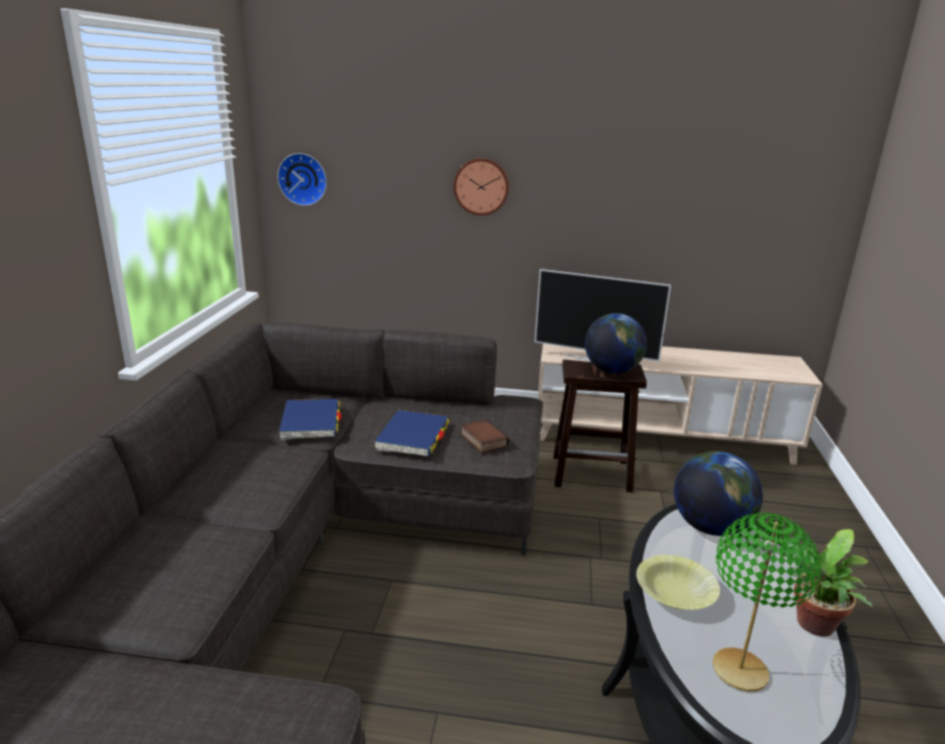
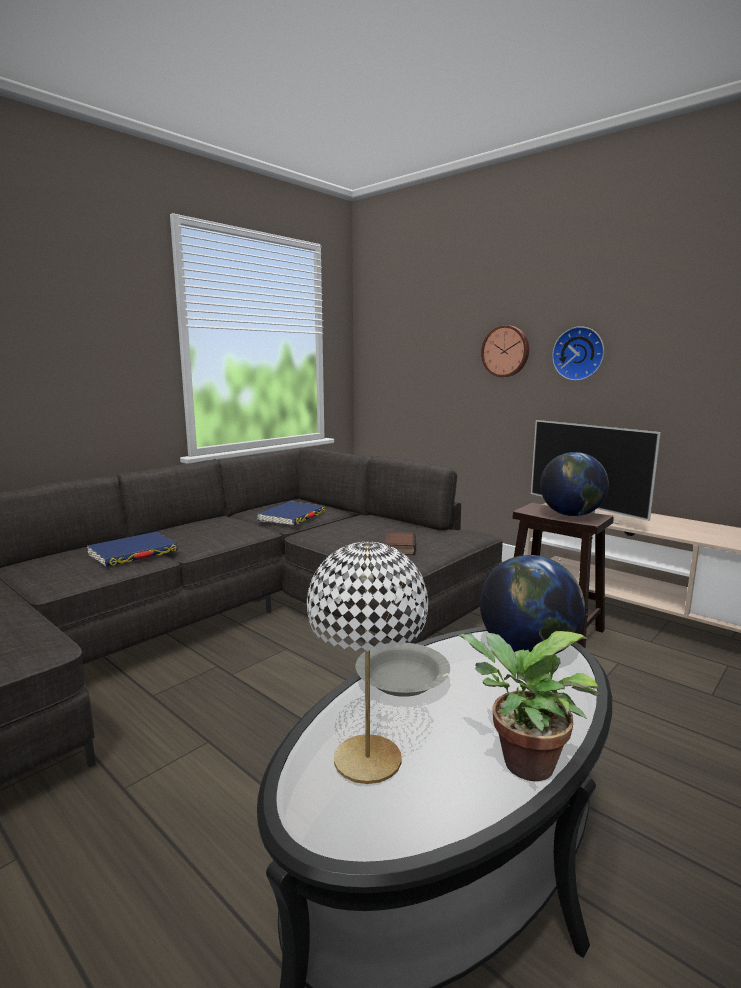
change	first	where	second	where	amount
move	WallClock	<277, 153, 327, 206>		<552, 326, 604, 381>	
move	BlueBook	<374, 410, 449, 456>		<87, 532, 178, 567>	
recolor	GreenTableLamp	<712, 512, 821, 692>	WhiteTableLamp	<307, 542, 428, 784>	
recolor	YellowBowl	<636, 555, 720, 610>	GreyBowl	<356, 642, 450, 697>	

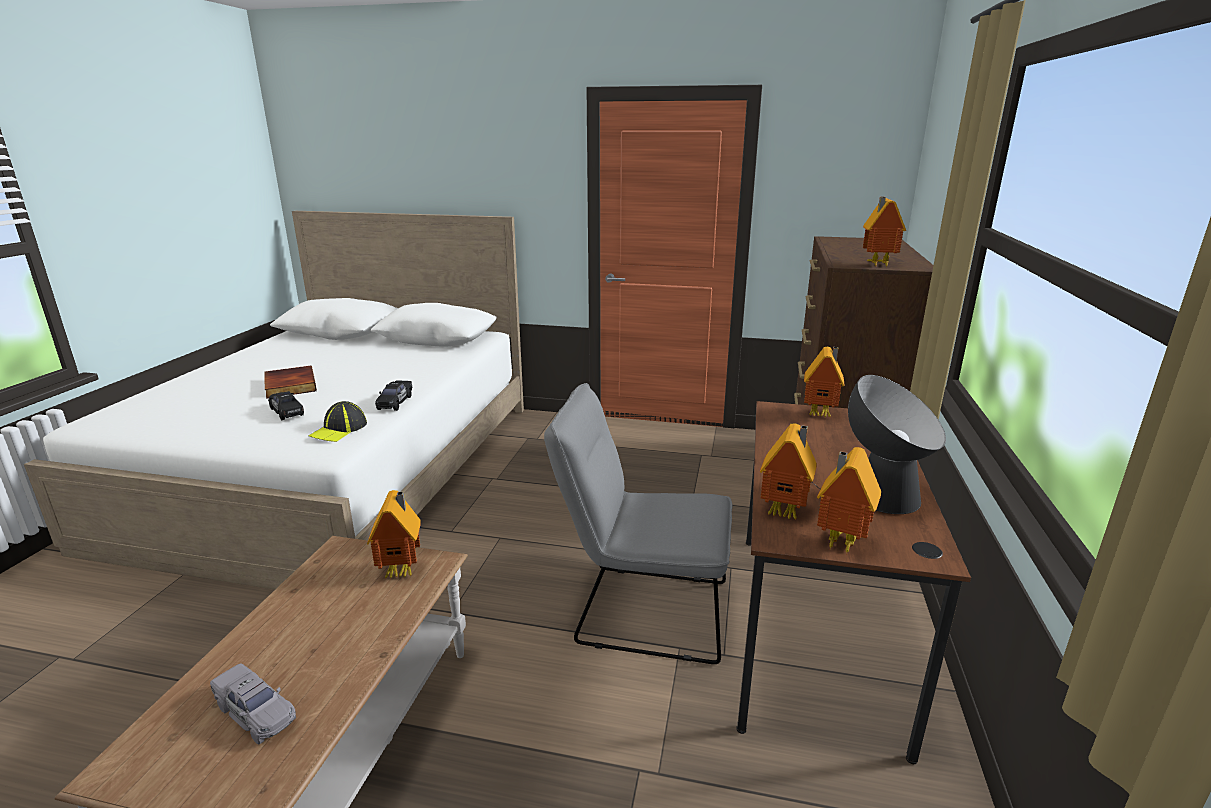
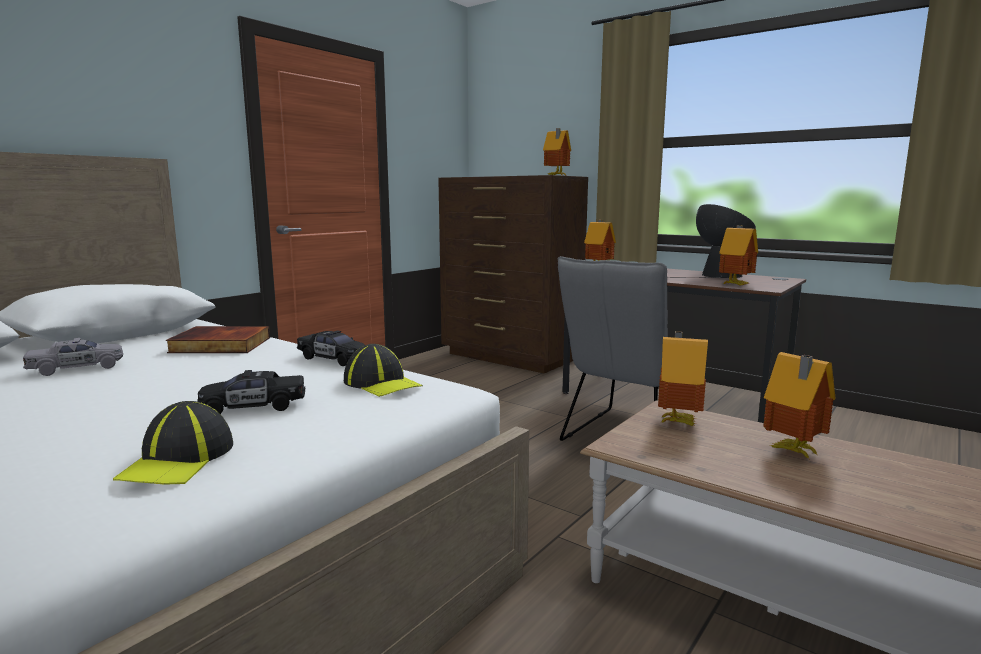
change	first	where	second	where	amount
move	Book	<264, 366, 317, 399>		<166, 326, 270, 353>	
move	ToyHouse	<817, 447, 881, 554>		<763, 352, 836, 458>	
move	GreyToyCar	<210, 664, 296, 745>		<23, 338, 123, 376>	
insert			Cap	<113, 401, 233, 485>	

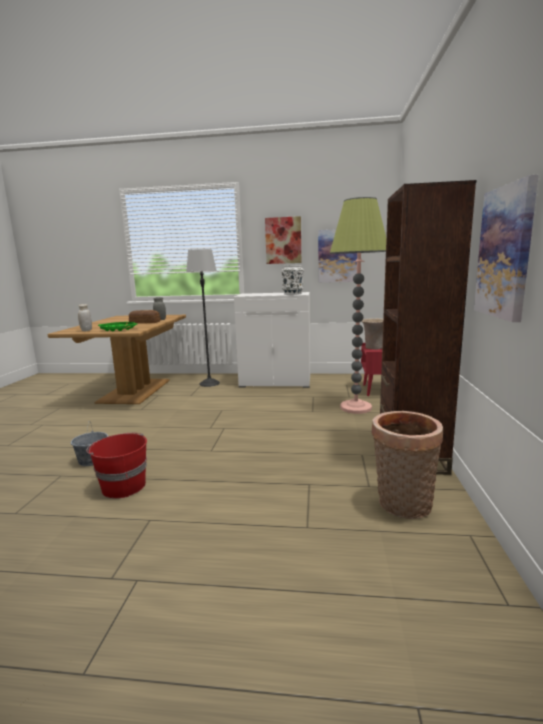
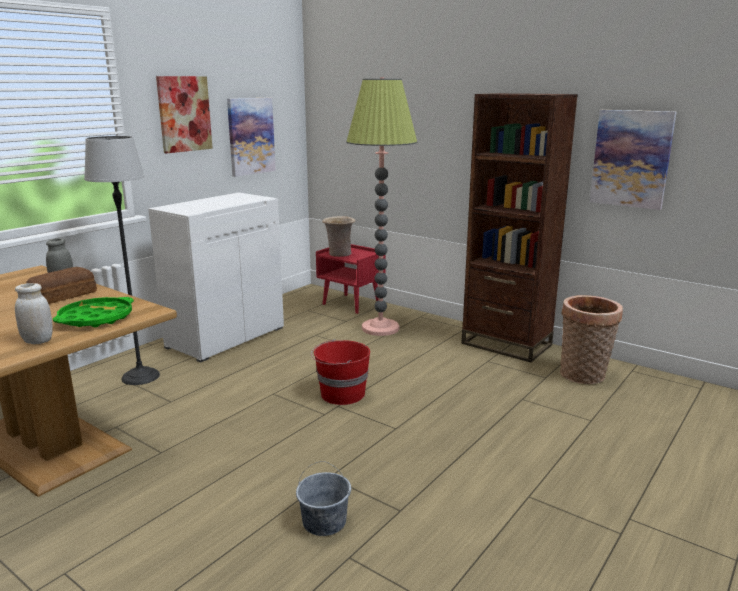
change	first	where	second	where	amount
delete	WhiteVase	<282, 265, 304, 295>			
move	RedBucket	<86, 433, 147, 498>		<311, 339, 370, 405>	

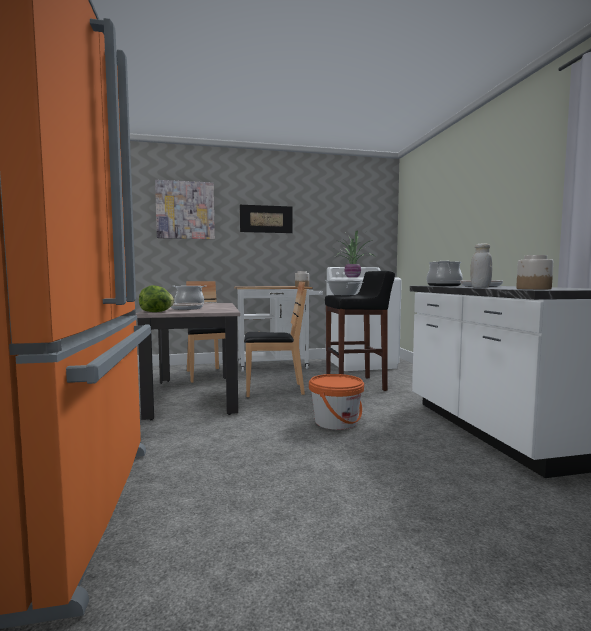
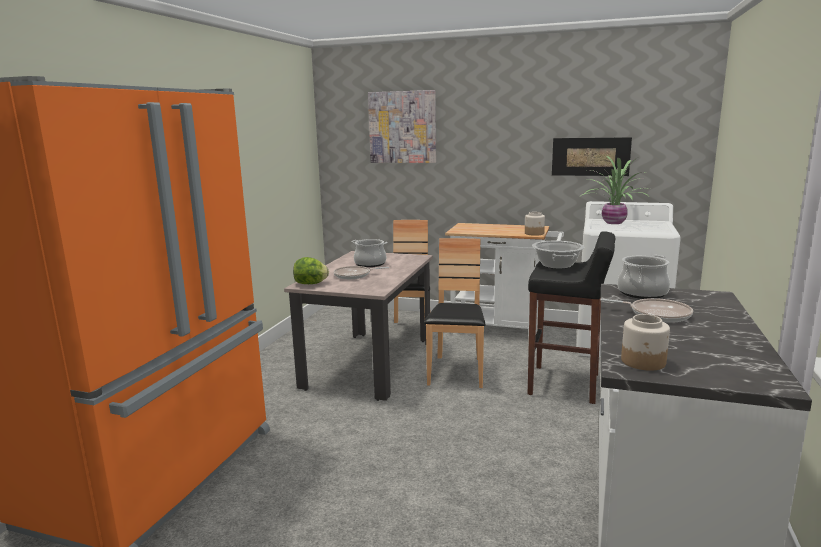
change	first	where	second	where	amount
move	Picture	<240, 205, 293, 233>		<552, 137, 632, 176>	
delete	WhiteJar	<470, 243, 492, 288>			
rotate	BrownChair	<244, 282, 307, 397>		<424, 238, 486, 388>	105 degrees counterclockwise
delete	OrangeBucket	<309, 374, 364, 430>			

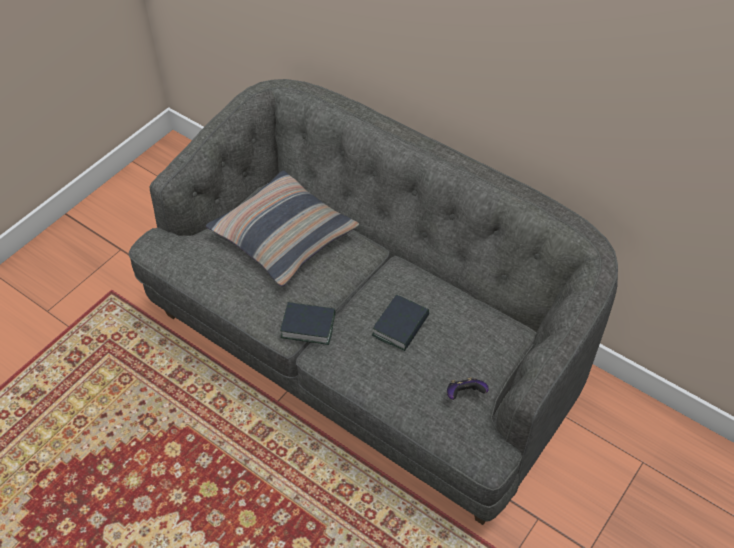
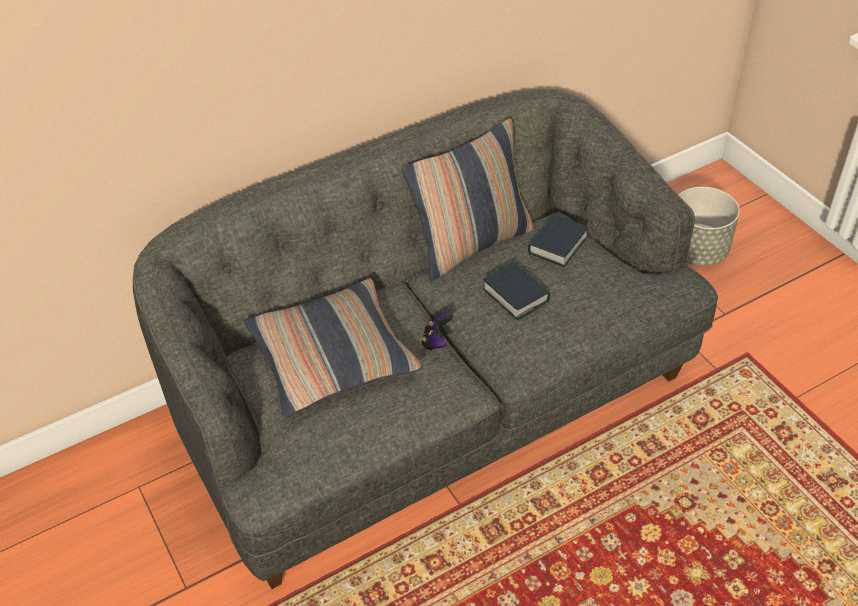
change	first	where	second	where	amount
move	Book	<280, 302, 335, 345>		<528, 214, 589, 267>	
move	GameController	<447, 377, 489, 400>		<421, 312, 453, 351>	
insert			Pillow	<402, 119, 534, 281>	
insert			GreyPlanter	<679, 187, 740, 266>	

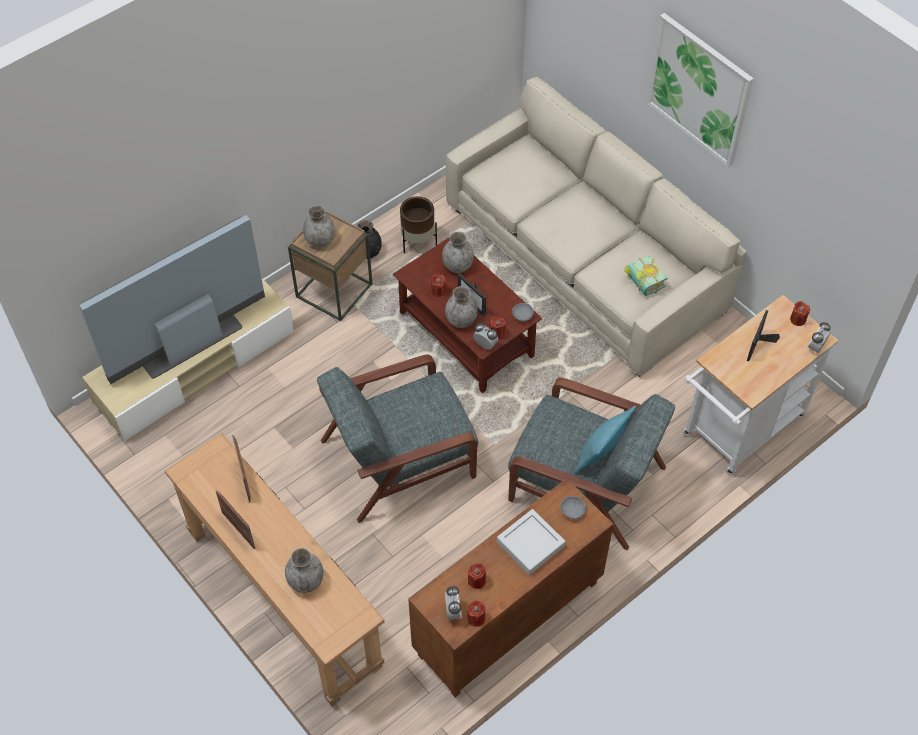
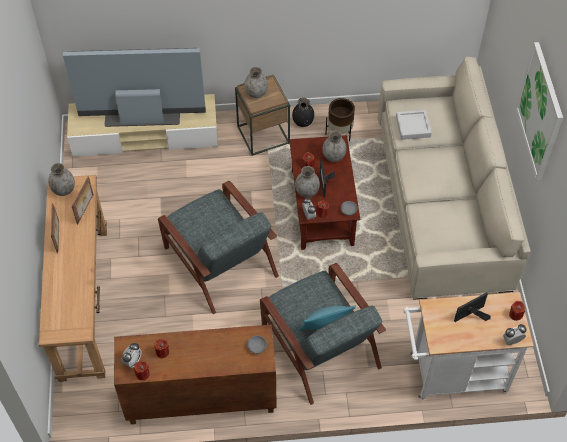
change	first	where	second	where	amount
delete	Book	<623, 255, 668, 296>			
rotate	GreyArmchair	<317, 355, 478, 523>		<158, 181, 279, 314>	135 degrees counterclockwise
move	GreyTray	<497, 509, 566, 575>		<396, 110, 432, 140>	
move	GreyVase	<285, 548, 324, 593>		<48, 163, 75, 196>	

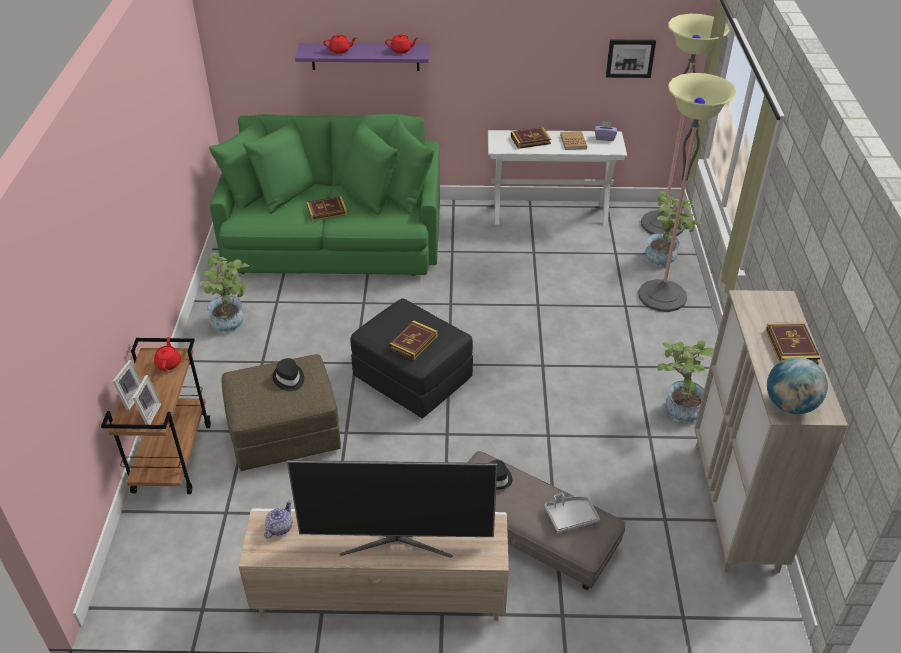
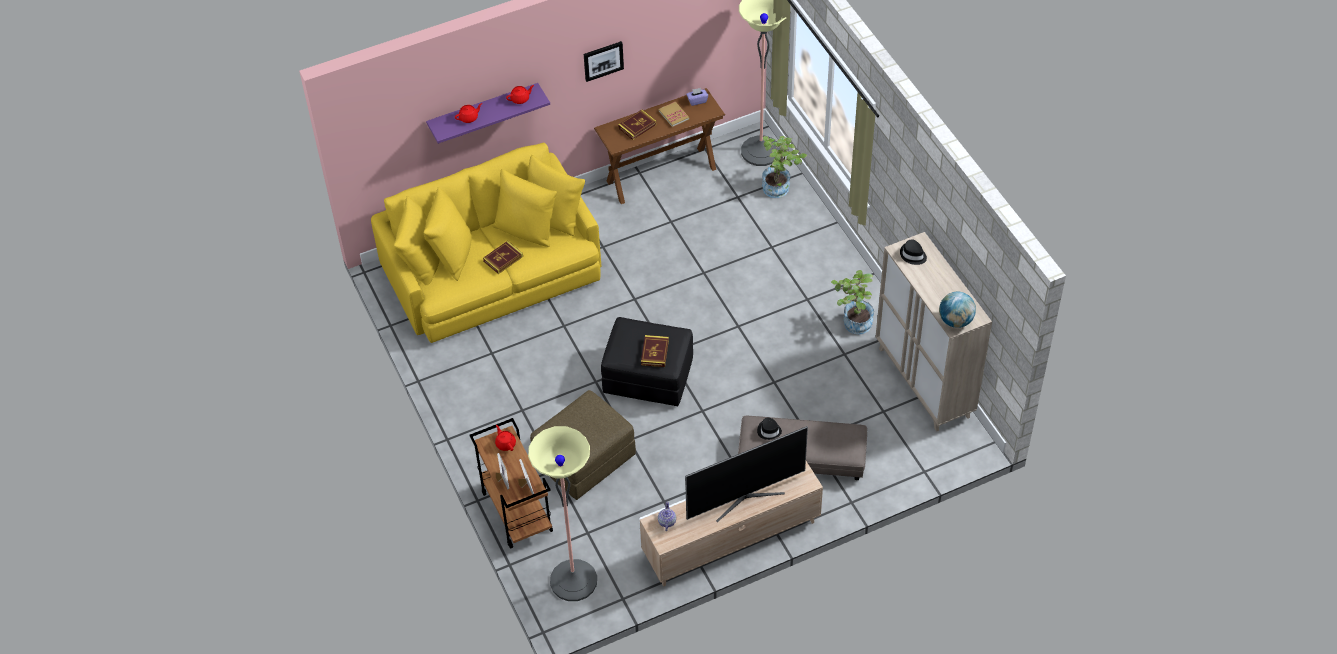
change	first	where	second	where	amount
move	Picture	<606, 40, 656, 78>		<584, 41, 624, 82>	
move	FloorLamp	<638, 73, 737, 312>		<528, 426, 597, 601>	
recolor	GreenSofa	<209, 114, 440, 276>	YellowSofa	<371, 143, 601, 343>	
recolor	WhiteConsoleTable	<488, 130, 627, 226>	BrownConsoleTable	<594, 88, 725, 204>	
delete	PottedPlant	<198, 252, 250, 334>			
delete	Book	<766, 322, 820, 365>			
move	BlackHat	<273, 358, 304, 391>		<900, 239, 927, 265>	
delete	GreyTray	<545, 493, 600, 533>			

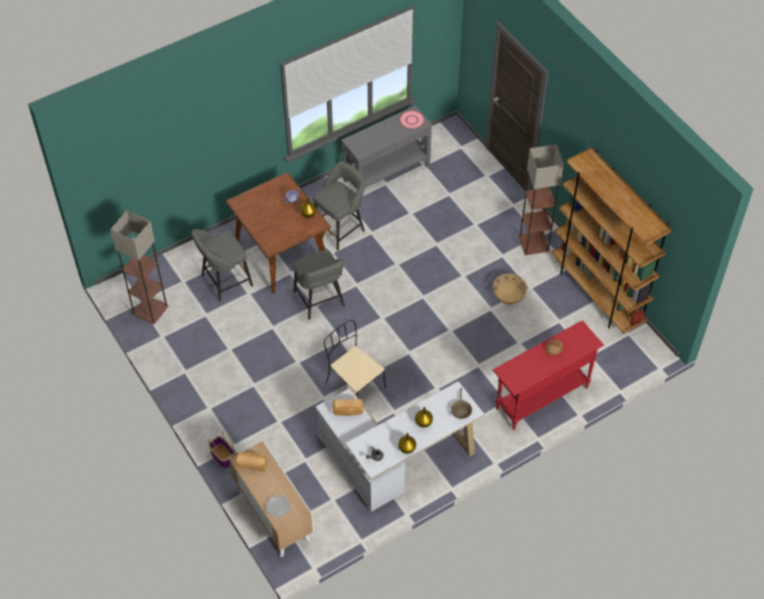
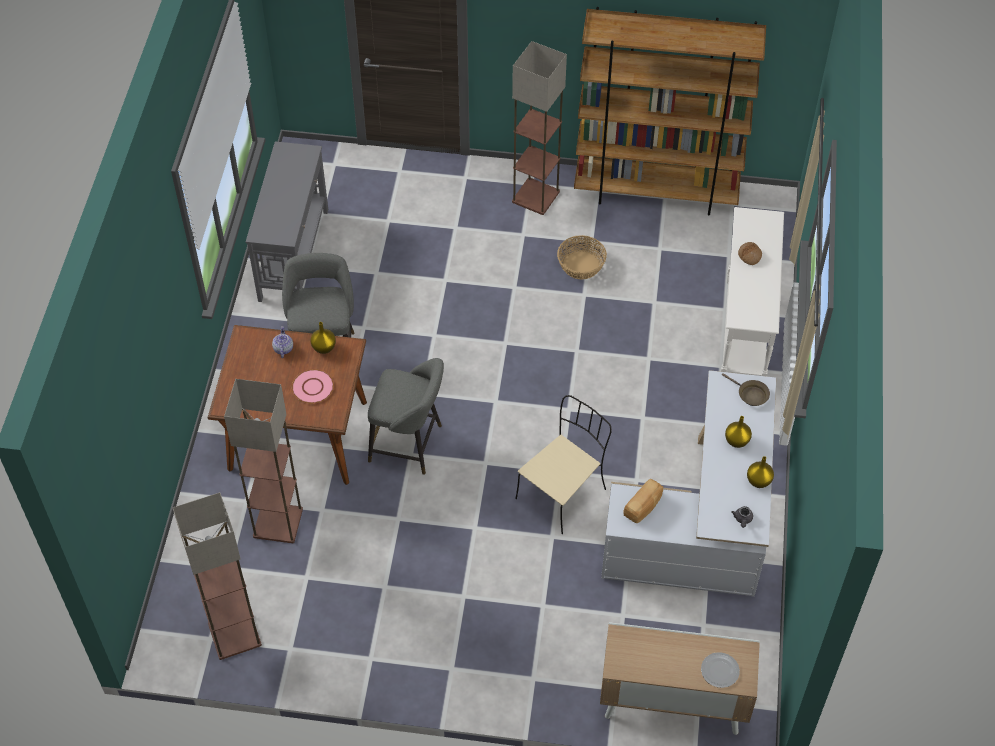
change	first	where	second	where	amount
move	PinkPlate	<400, 111, 424, 129>		<292, 369, 334, 403>	
replace	GreyStool	<191, 229, 253, 302>	FloorLamp	<224, 379, 303, 543>	
rotate	BeigeChair	<324, 320, 386, 397>		<515, 395, 612, 534>	135 degrees clockwise
recolor	RedConsoleTable	<493, 320, 604, 430>	WhiteConsoleTable	<721, 207, 784, 377>	
delete	Basket	<208, 431, 235, 468>			
delete	Bread	<235, 452, 268, 472>			

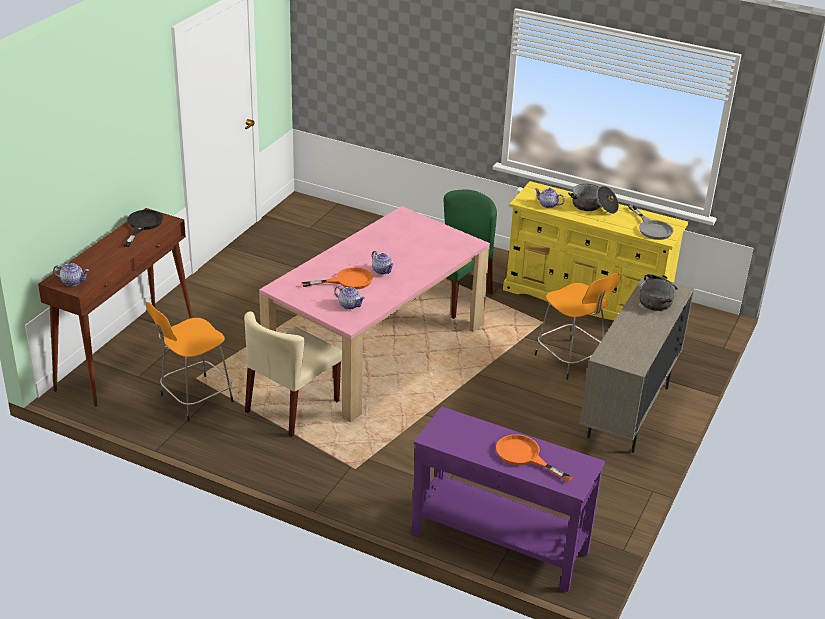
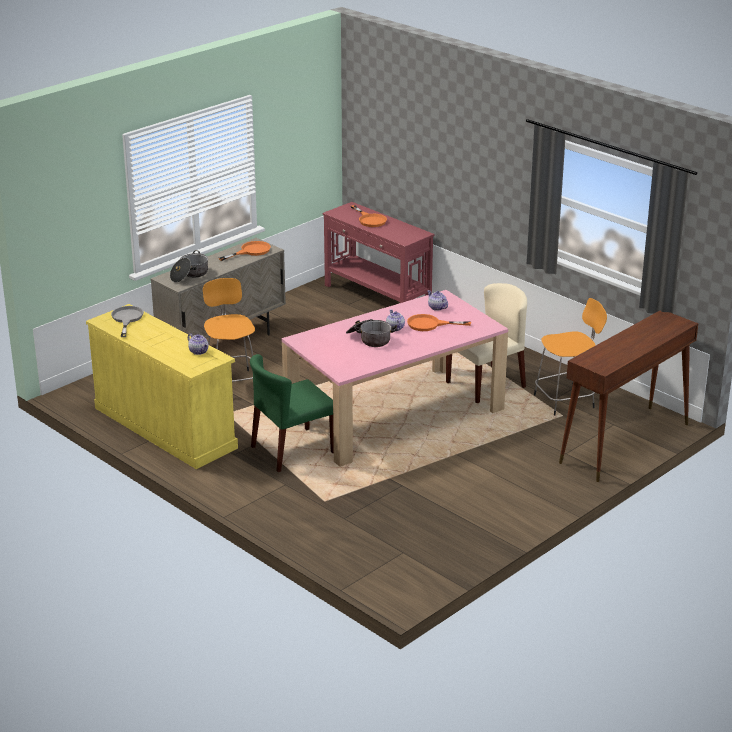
change	first	where	second	where	amount
move	CookingPot	<568, 184, 619, 214>		<346, 319, 397, 347>	
delete	BlackFryingPan	<123, 210, 163, 247>			
delete	Teapot	<53, 263, 89, 286>			
recolor	PurpleConsoleTable	<411, 406, 605, 592>	RedConsoleTable	<323, 202, 434, 303>	
insert			OrangeFryingPan	<219, 241, 271, 261>	

